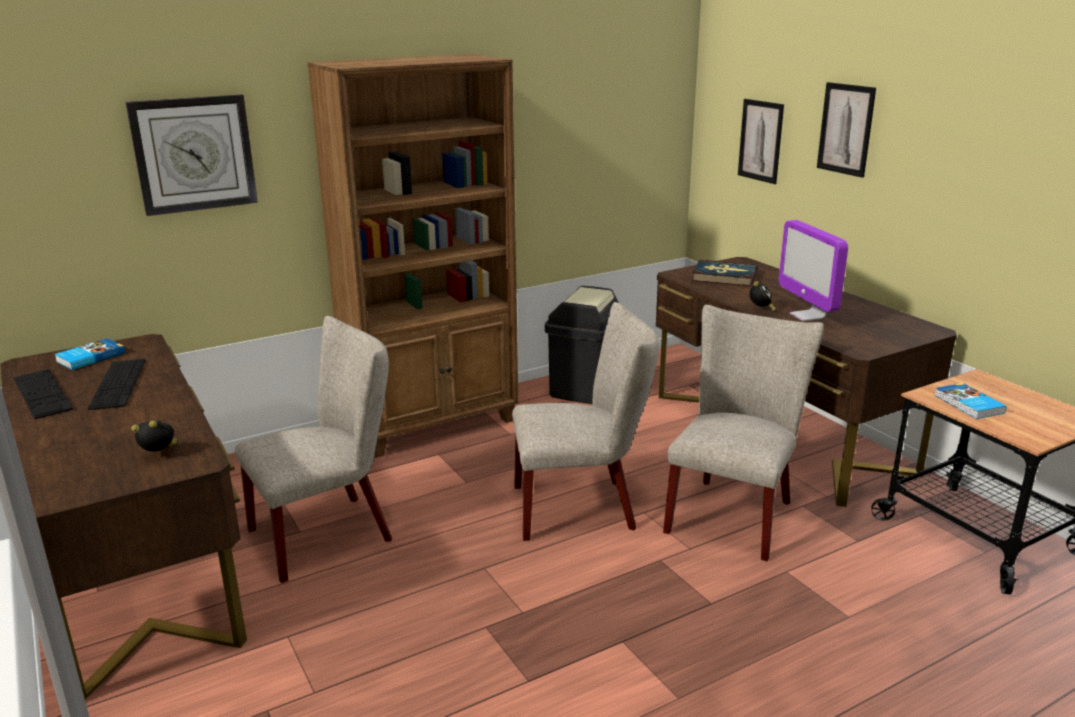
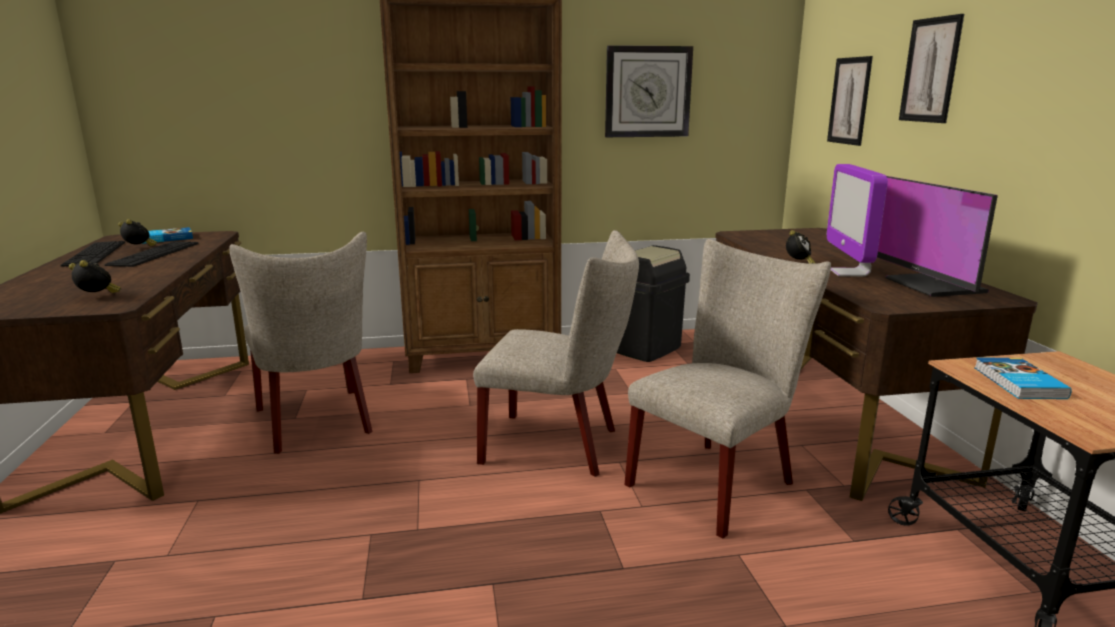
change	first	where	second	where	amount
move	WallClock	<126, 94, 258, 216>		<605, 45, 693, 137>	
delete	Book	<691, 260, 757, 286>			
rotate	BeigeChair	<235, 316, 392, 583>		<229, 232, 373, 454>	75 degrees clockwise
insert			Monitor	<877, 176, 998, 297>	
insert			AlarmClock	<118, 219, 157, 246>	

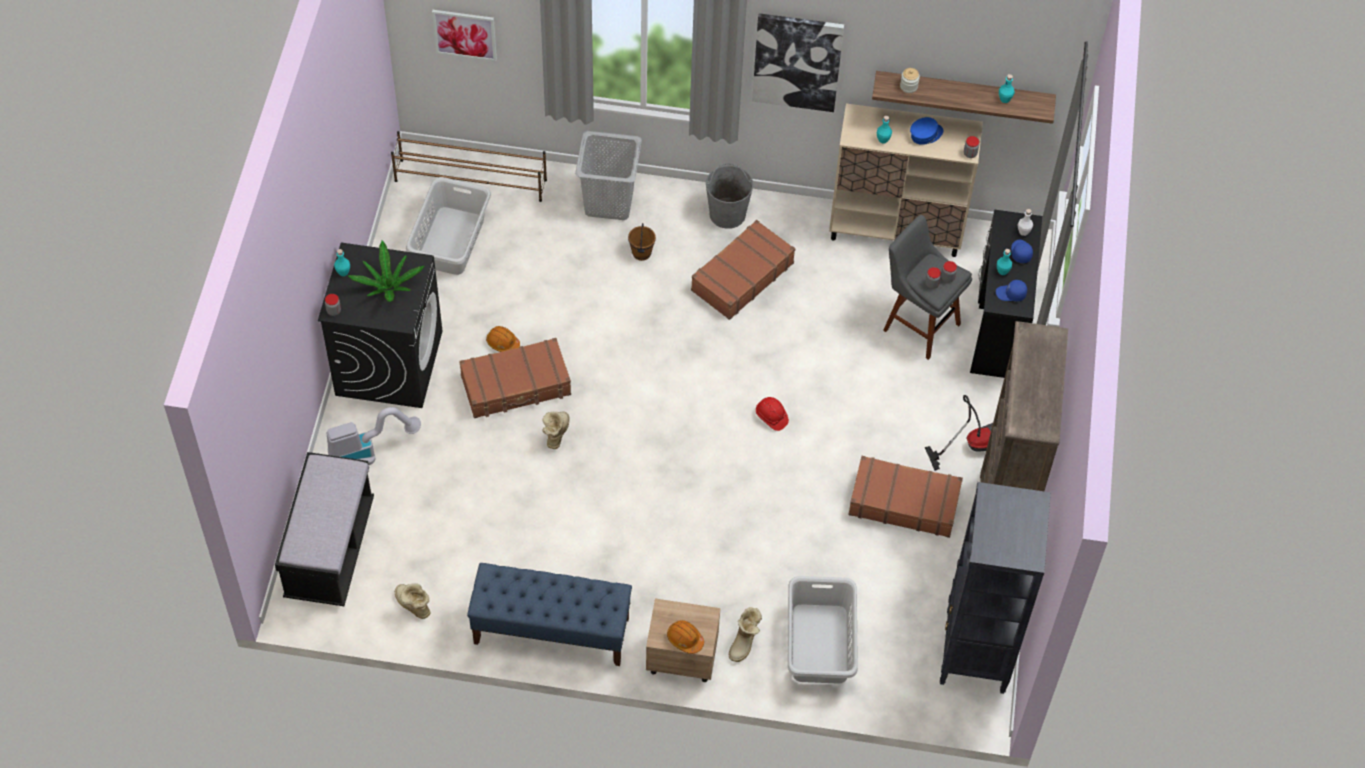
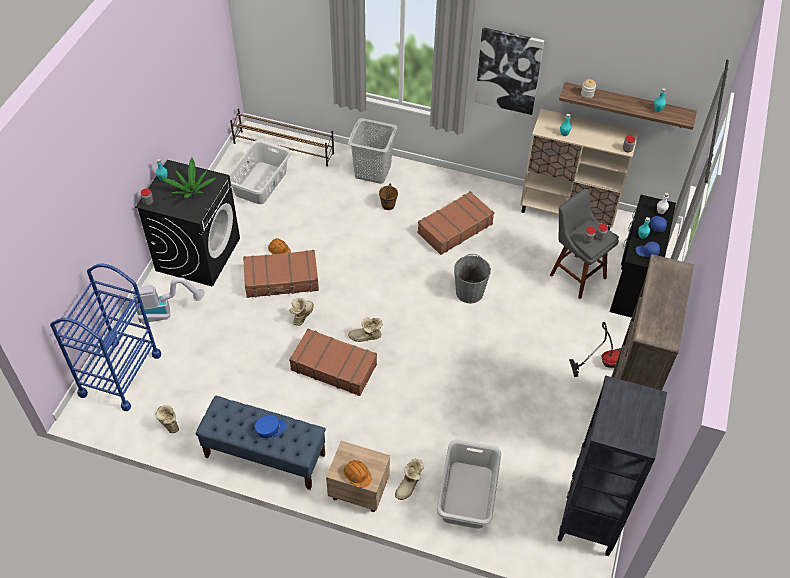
change	first	where	second	where	amount
delete	Picture	<432, 10, 497, 61>			
move	BlueCap	<910, 117, 943, 145>		<255, 415, 287, 438>	
move	GreyBucket	<706, 163, 753, 229>		<454, 254, 491, 303>	
delete	RedHardHat	<756, 397, 789, 431>			
replace	BlackBench	<275, 452, 374, 606>	BlueCart	<50, 264, 161, 411>	
move	BrownSuitcase	<848, 456, 963, 538>		<289, 329, 377, 396>	
insert			Boot	<348, 317, 383, 342>	

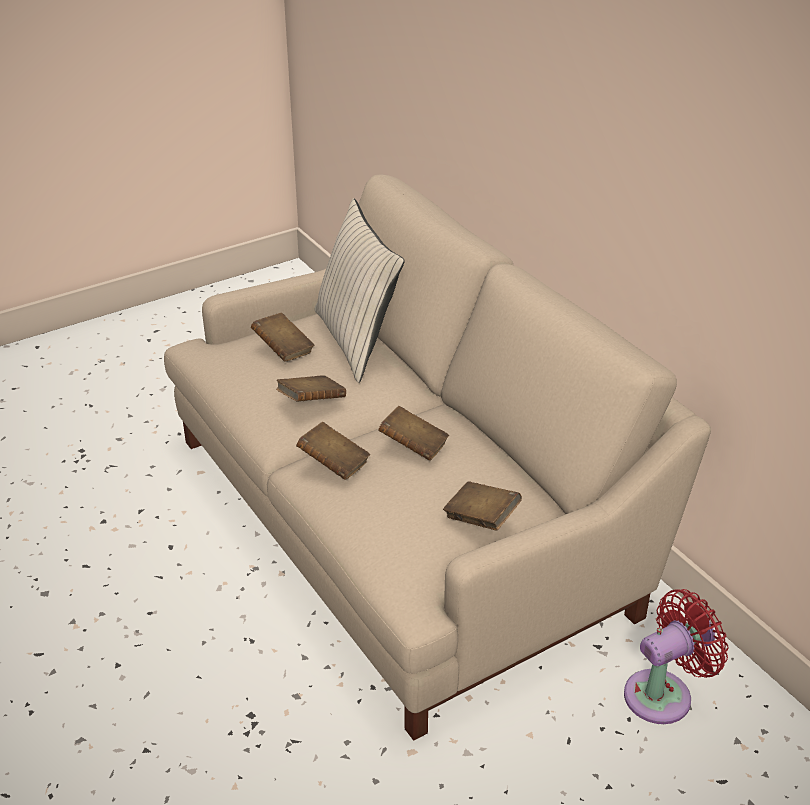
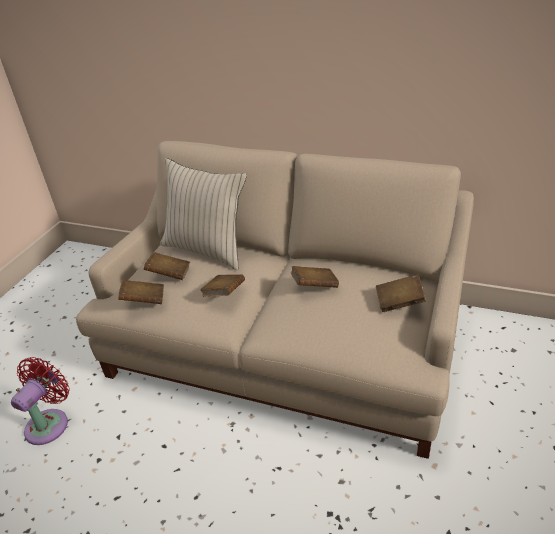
change	first	where	second	where	amount
move	BrownBook	<296, 422, 370, 480>		<118, 280, 164, 304>	
move	RedFan	<624, 589, 729, 724>		<11, 357, 70, 445>	

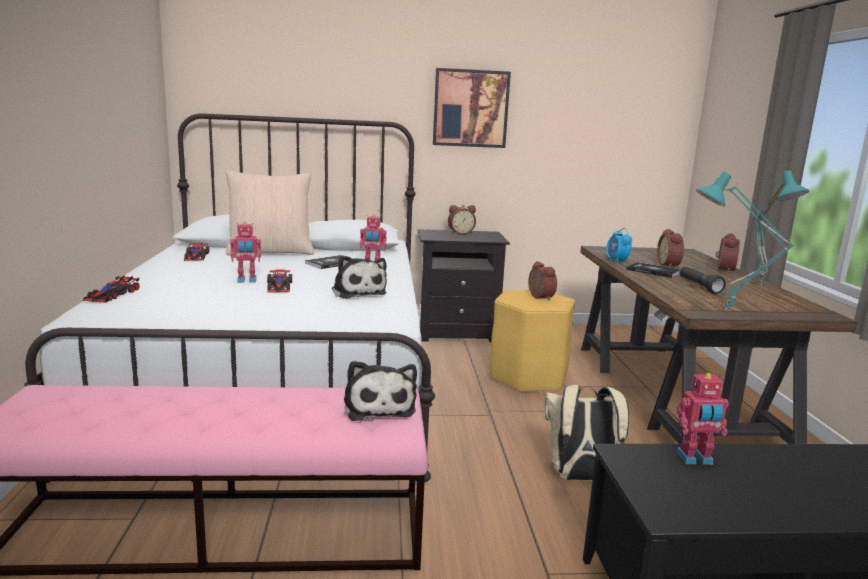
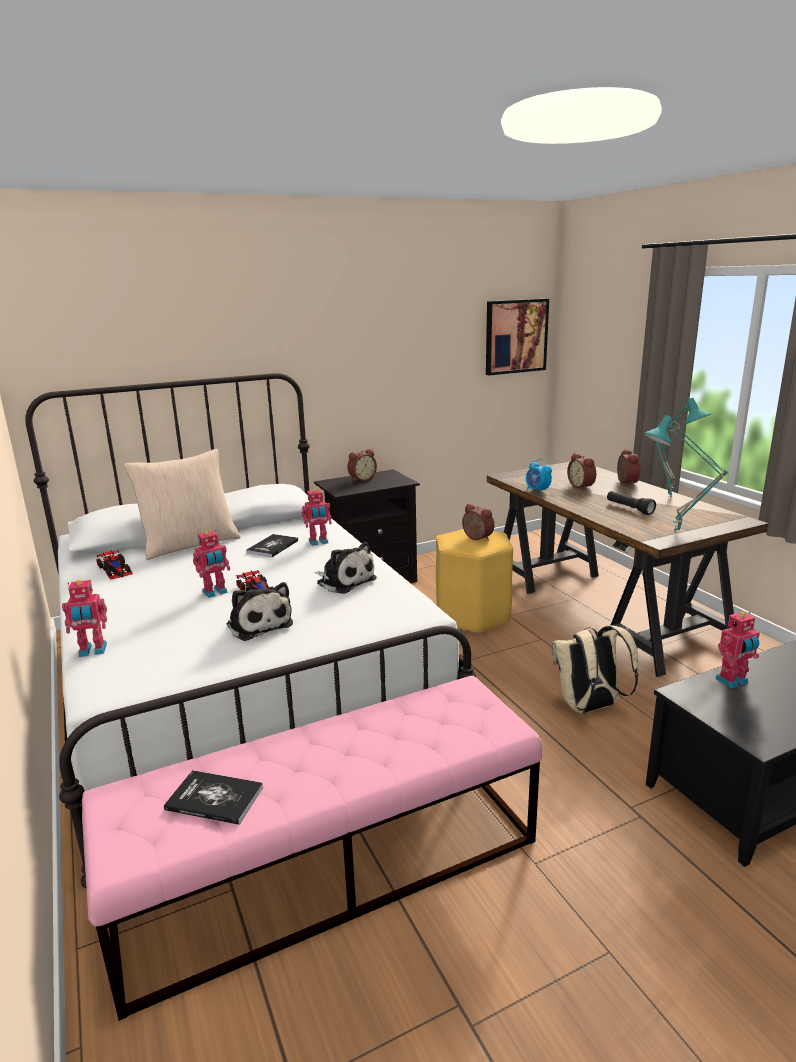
change	first	where	second	where	amount
move	Picture	<433, 68, 511, 148>		<486, 299, 549, 375>	
move	Book	<626, 262, 680, 278>		<164, 770, 263, 825>	
replace	ToyCar	<83, 275, 140, 303>	ToyRobot	<62, 580, 107, 657>	
move	PlushToy	<344, 361, 417, 421>		<227, 582, 293, 641>	

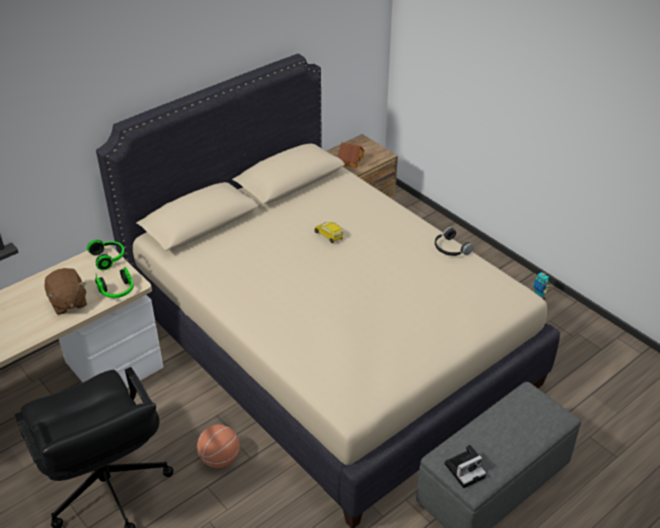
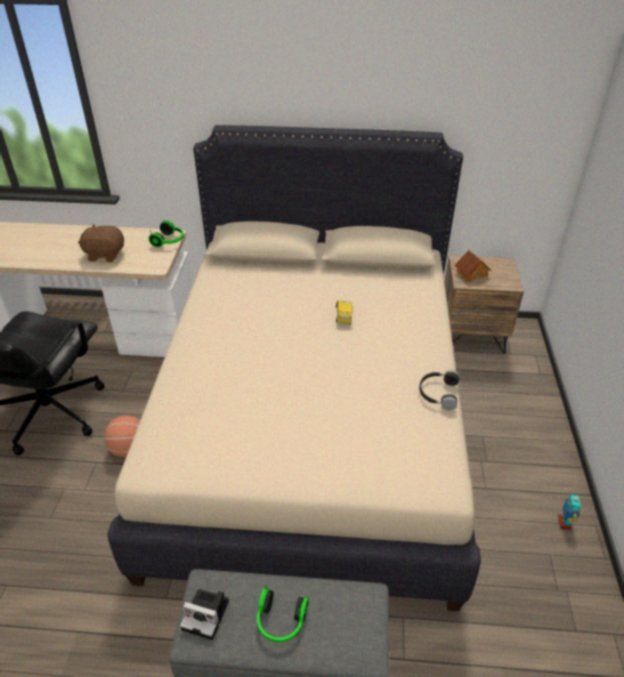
change	first	where	second	where	amount
move	Headphones	<95, 267, 133, 298>		<257, 585, 309, 642>	
rotate	BrownPlushToy	<45, 268, 87, 314>		<78, 224, 124, 262>	75 degrees clockwise

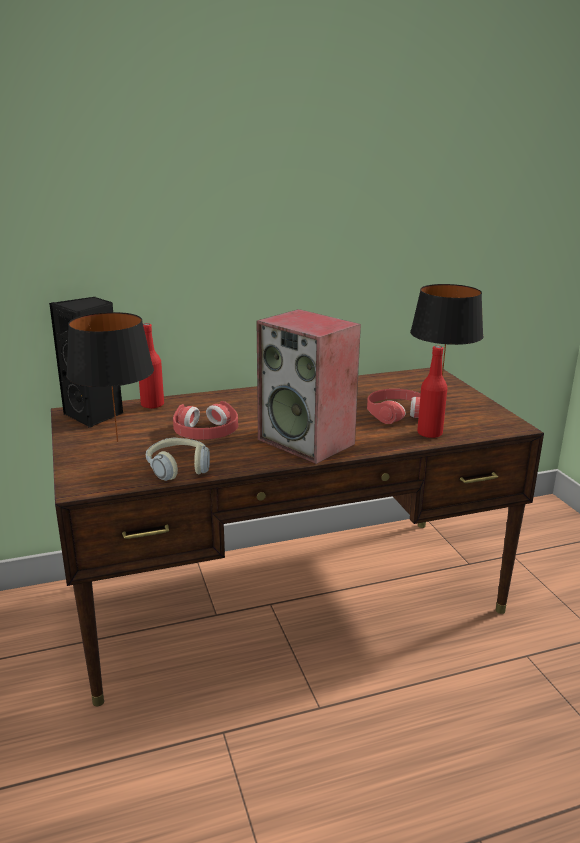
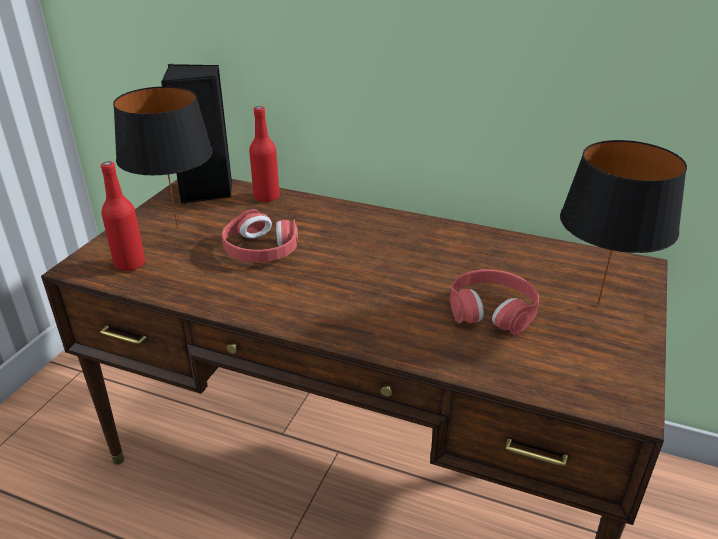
change	first	where	second	where	amount
delete	Speaker	<257, 309, 361, 464>			
move	RedBottle	<417, 346, 447, 438>		<101, 161, 145, 271>	
delete	Headphones	<146, 438, 210, 481>			

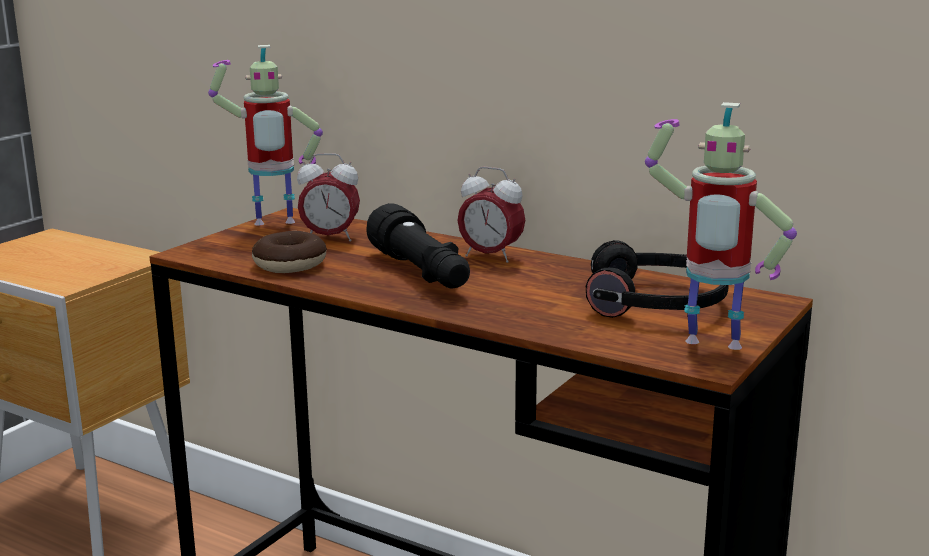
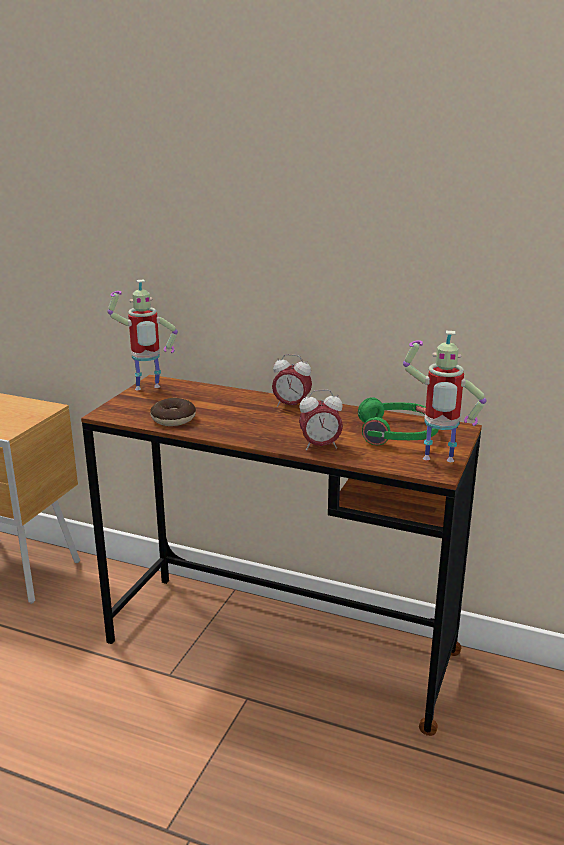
change	first	where	second	where	amount
move	AlarmClock	<297, 153, 360, 242>		<299, 390, 343, 450>	
delete	BlackFlashlight	<366, 203, 470, 288>			
recolor	BlackHeadphones	<586, 240, 729, 318>	GreenHeadphones	<358, 397, 439, 446>	

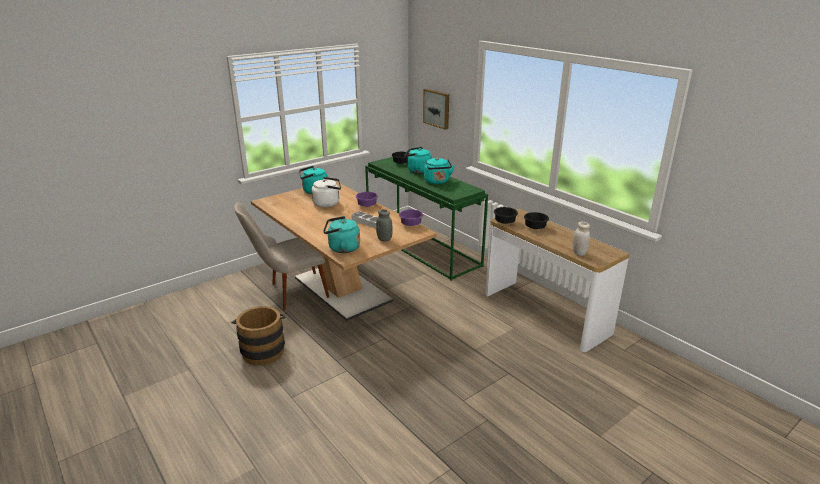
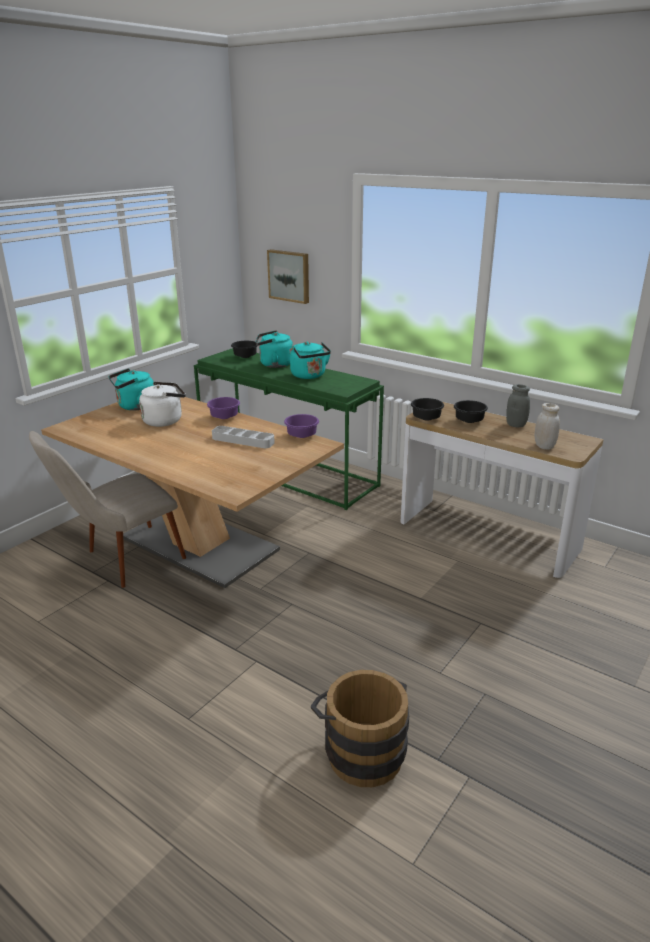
change	first	where	second	where	amount
move	GreyJar	<376, 209, 392, 242>		<506, 384, 530, 427>	
delete	TurquoiseKettle	<323, 216, 360, 253>			
move	BrownBucket	<232, 306, 286, 365>		<311, 670, 409, 787>	

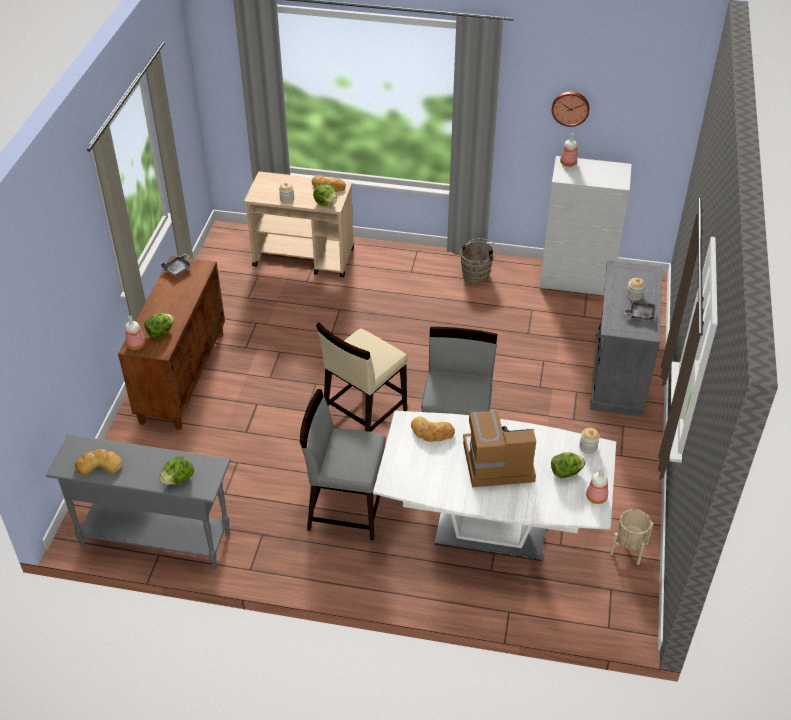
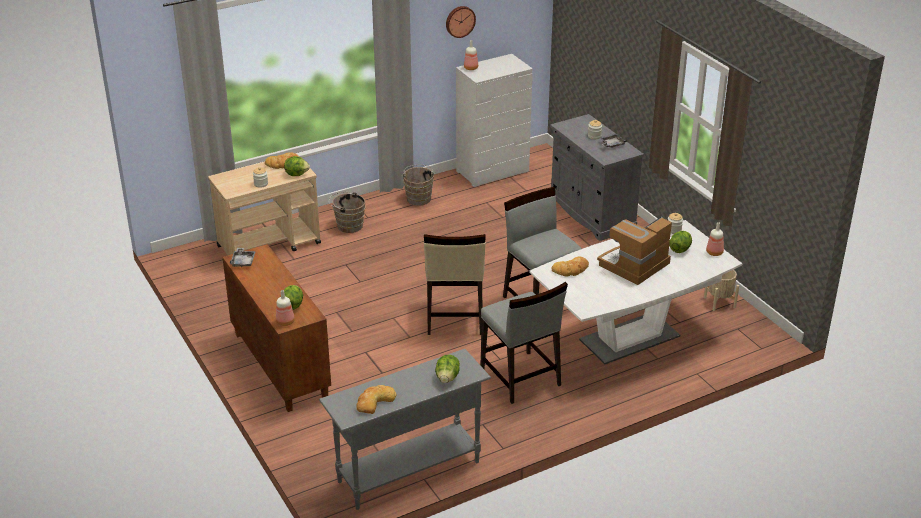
change	first	where	second	where	amount
rotate	GreyChair	<300, 389, 386, 541>		<481, 282, 568, 404>	90 degrees counterclockwise
insert			BrownBucket	<329, 192, 365, 233>	

